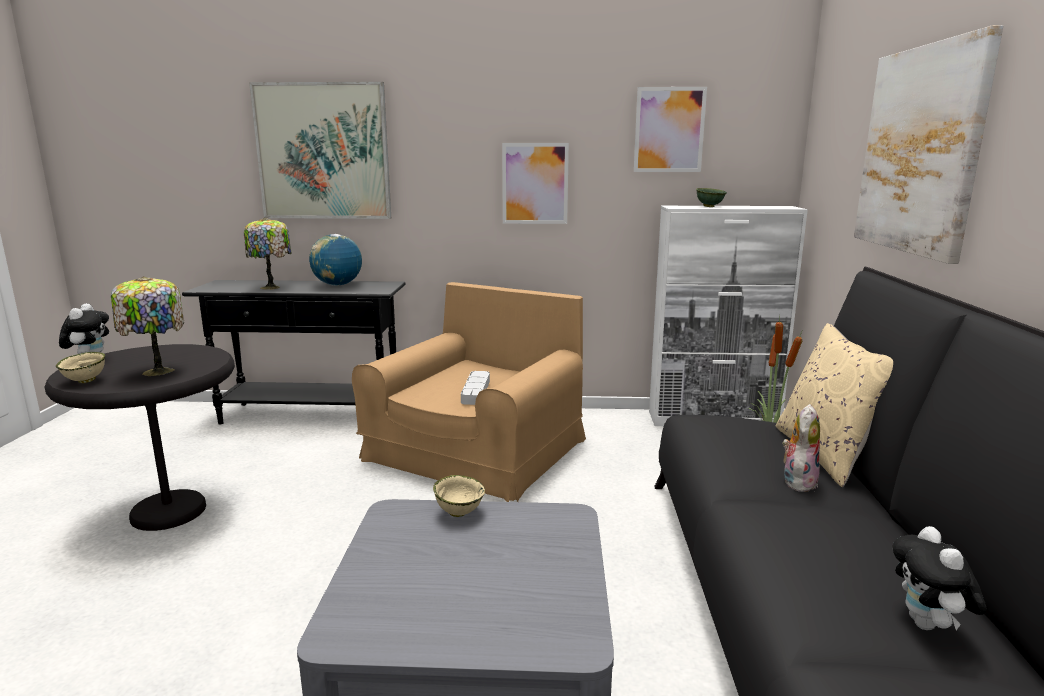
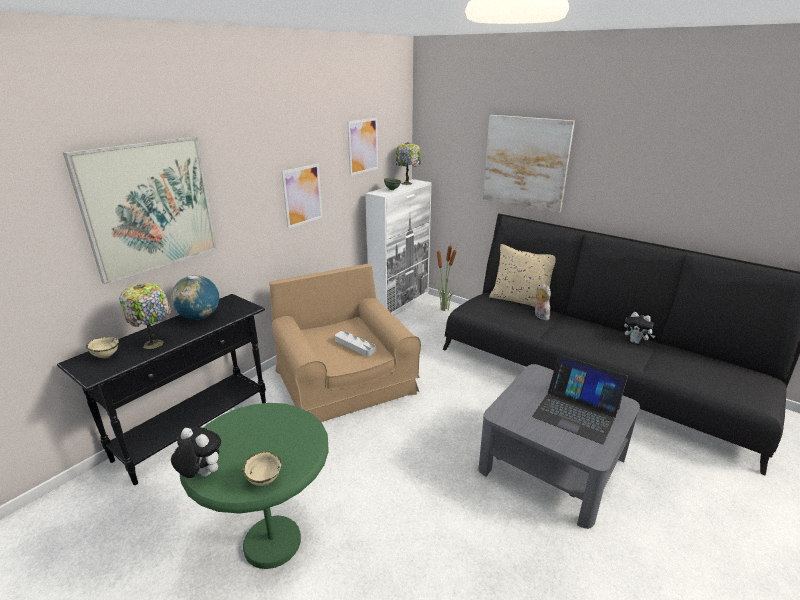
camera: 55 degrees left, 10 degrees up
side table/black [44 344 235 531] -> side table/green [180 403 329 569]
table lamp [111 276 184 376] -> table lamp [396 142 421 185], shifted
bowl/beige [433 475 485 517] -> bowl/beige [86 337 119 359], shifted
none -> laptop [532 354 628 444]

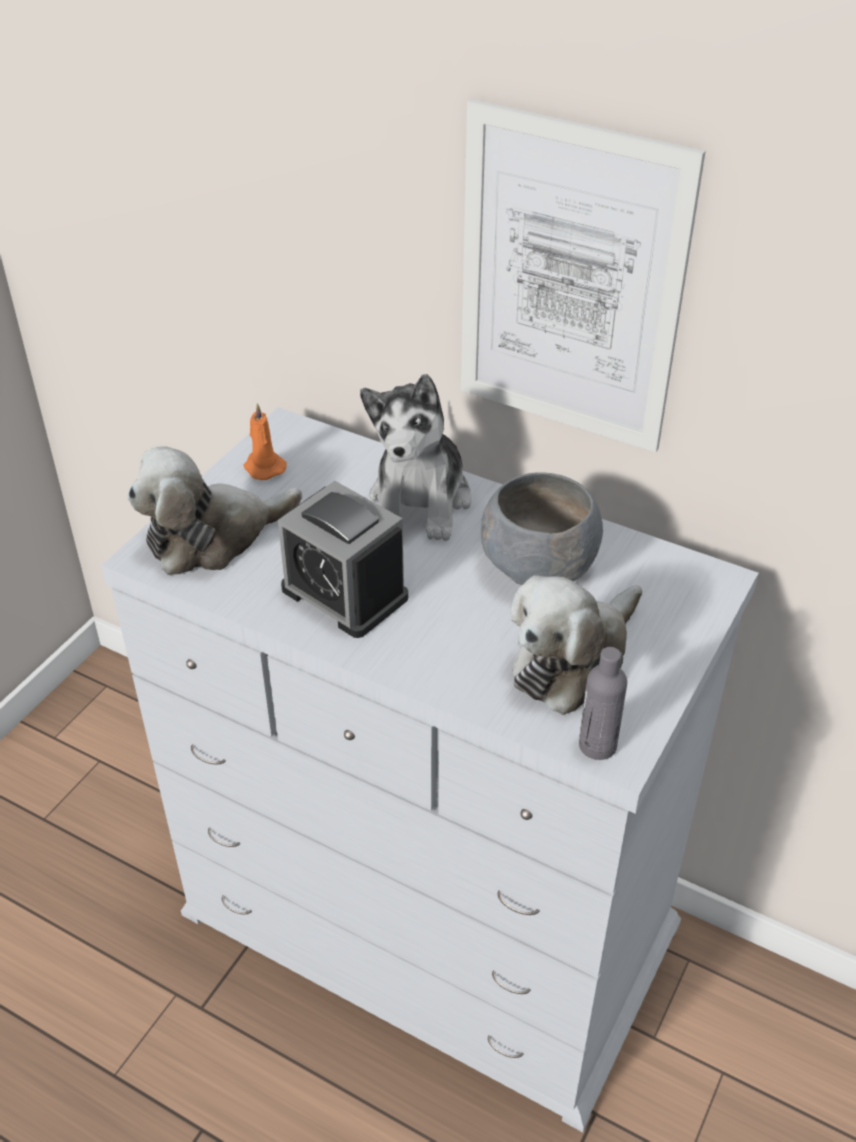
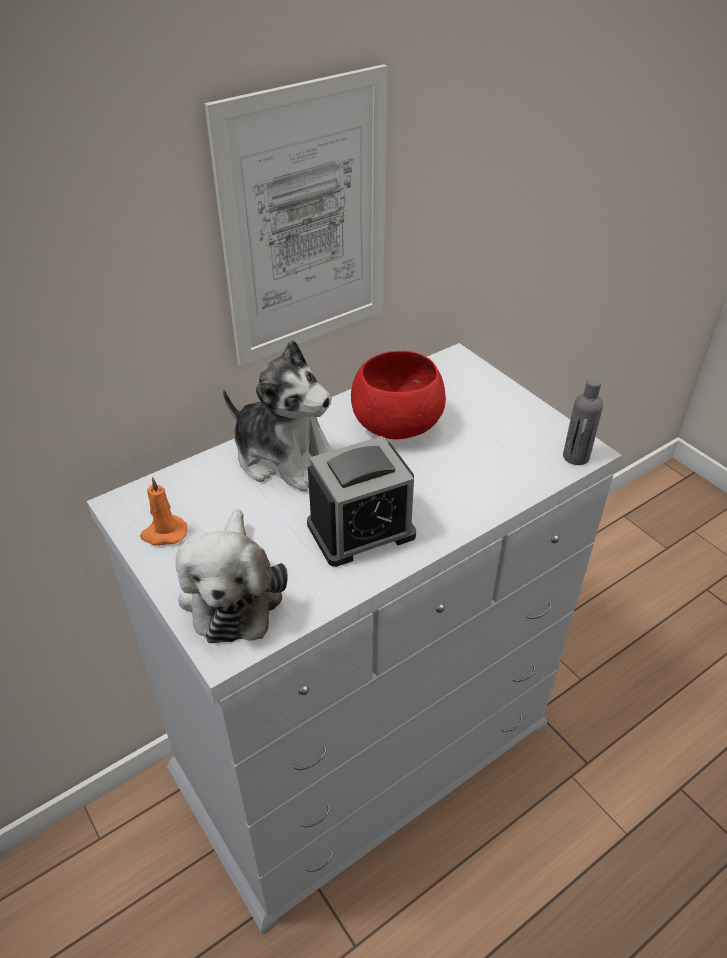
camera: 65 degrees left, 0 degrees up
bowl/grey [481 472 603 585] -> bowl/red [351 351 446 439]
plush toy [510 575 642 715] -> none

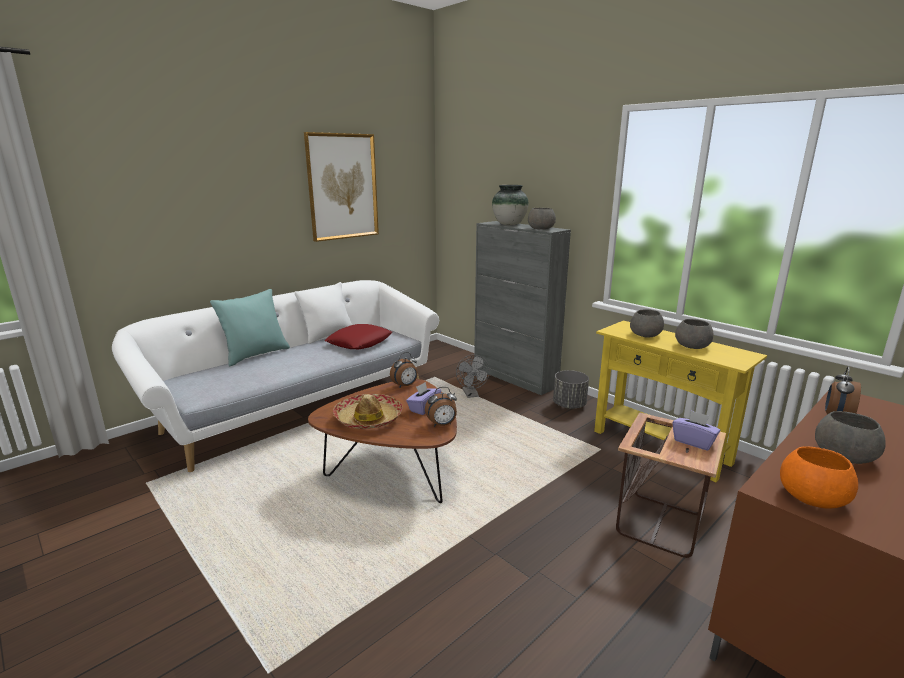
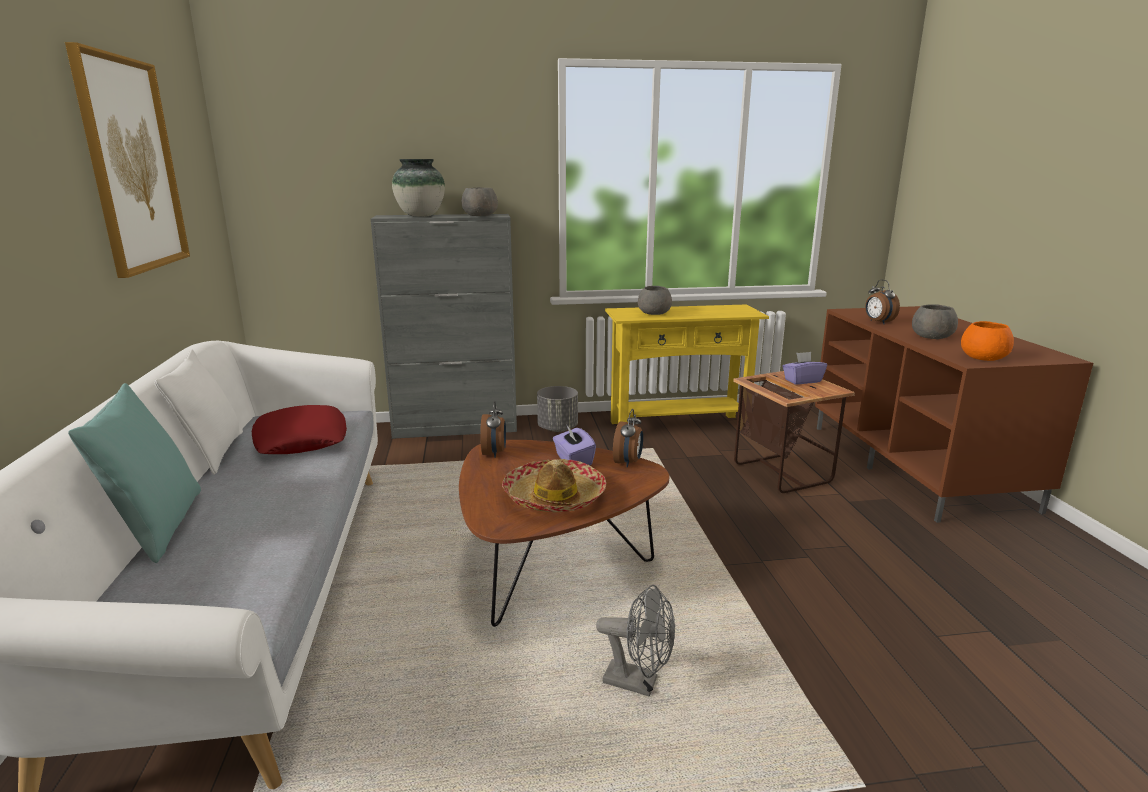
camera: 55 degrees left, 0 degrees up
fan/grey [456 355 490 398] -> fan/grey [596 585 675 697], shifted
bowl/grey [675 319 713 349] -> none

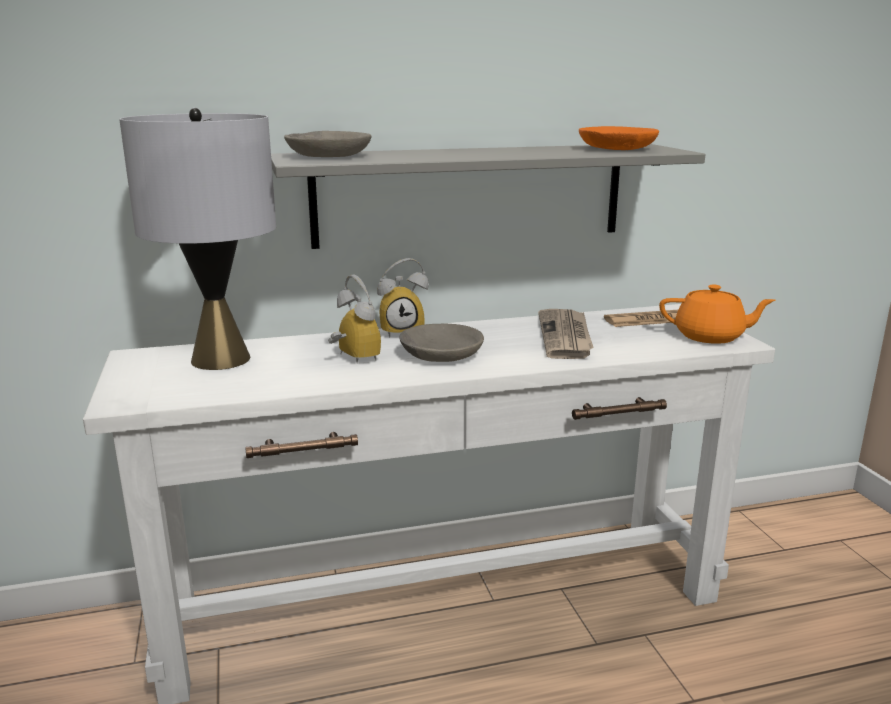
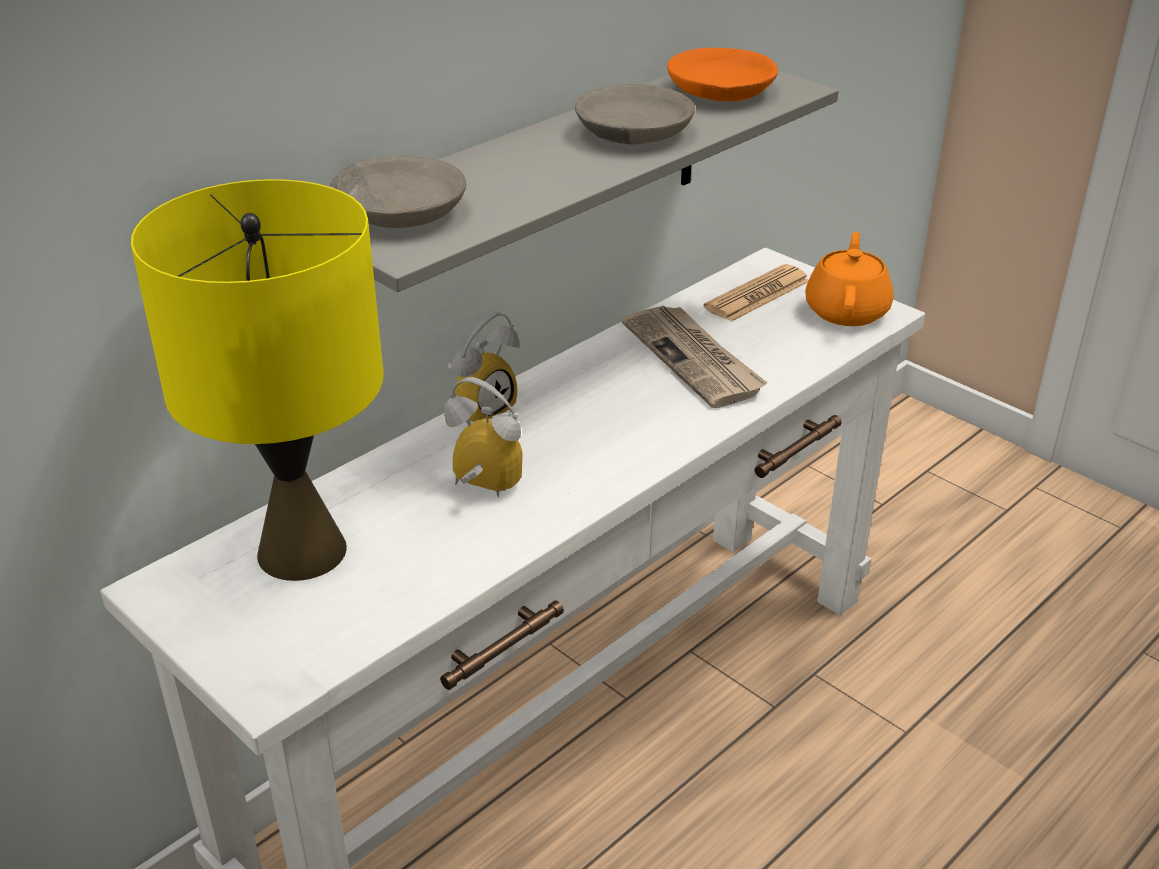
camera: 30 degrees left, 15 degrees up
table lamp/grey [119 108 276 370] -> table lamp/yellow [131 179 383 581]
bowl/grey [399 324 484 362] -> bowl/grey [575 84 695 144], shifted
teapot/orange [659 285 776 344] -> teapot/orange [805 232 894 326], 60 degrees counterclockwise

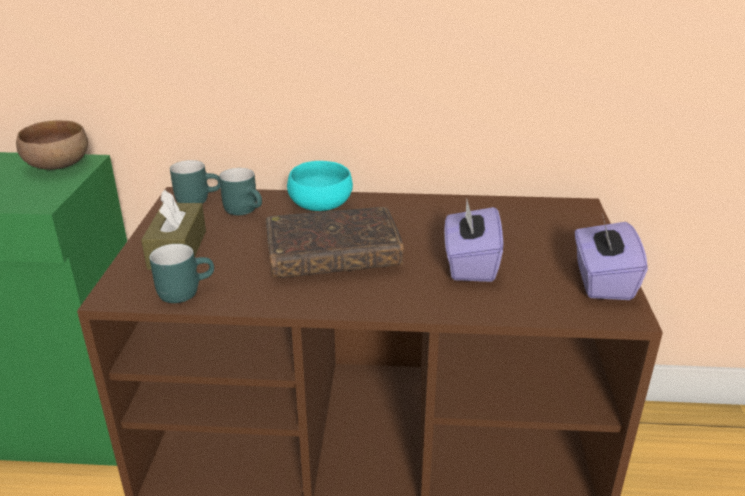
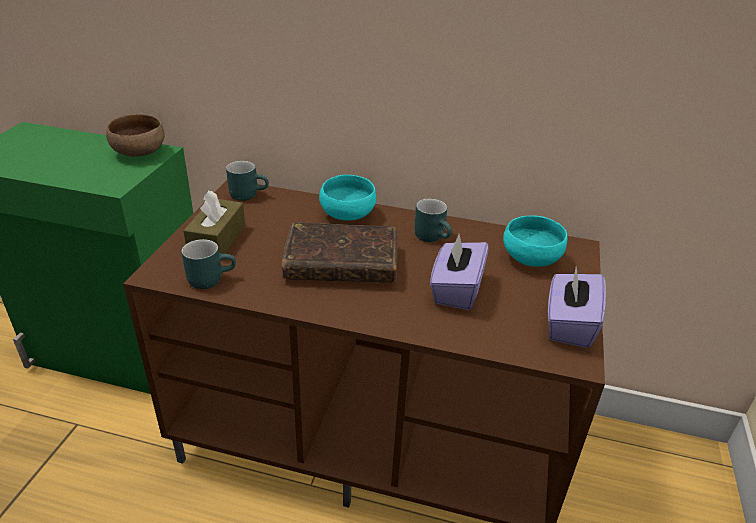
camera: 10 degrees right, 5 degrees up
mug/turquoise [219 168 262 215] -> mug/turquoise [414 199 452 242], shifted
none -> bowl/turquoise [503 215 567 267]

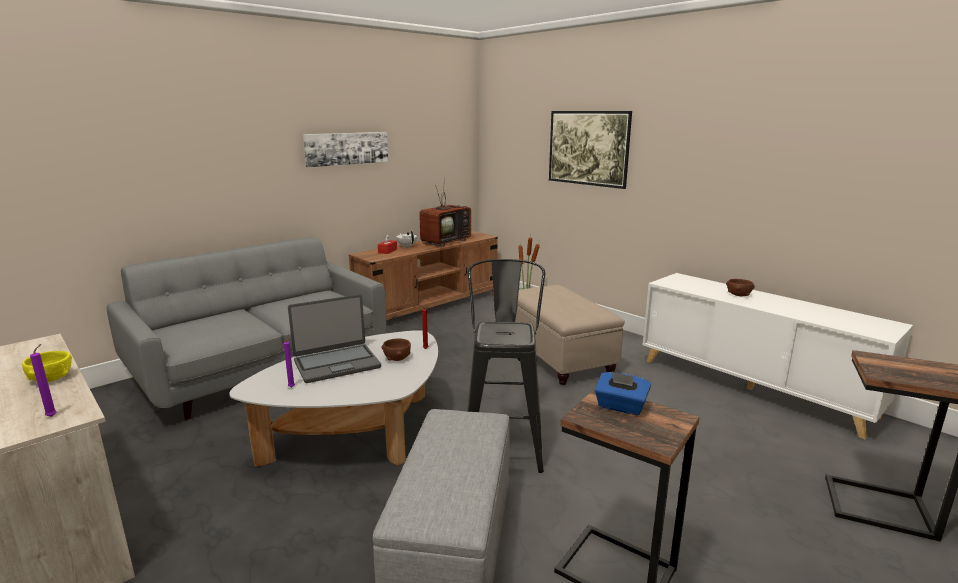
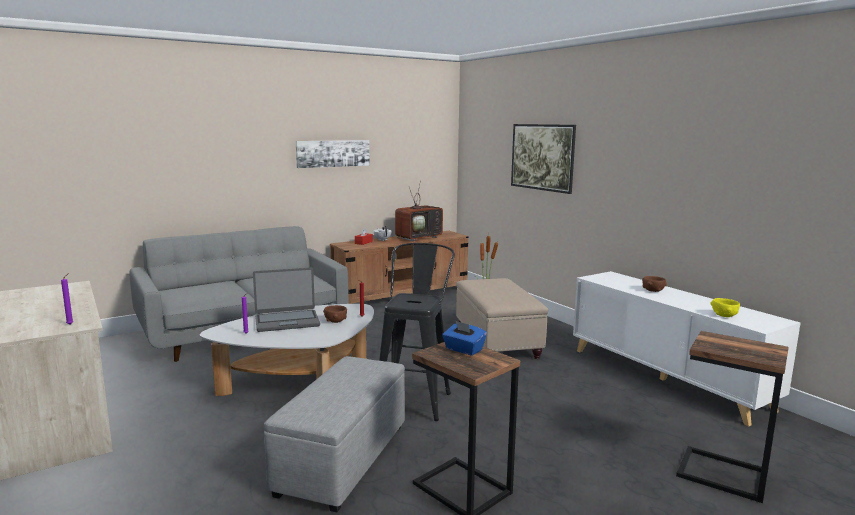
camera: 10 degrees right, 5 degrees down
bowl/yellow [22 351 72 382] -> bowl/yellow [711 298 740 317], shifted

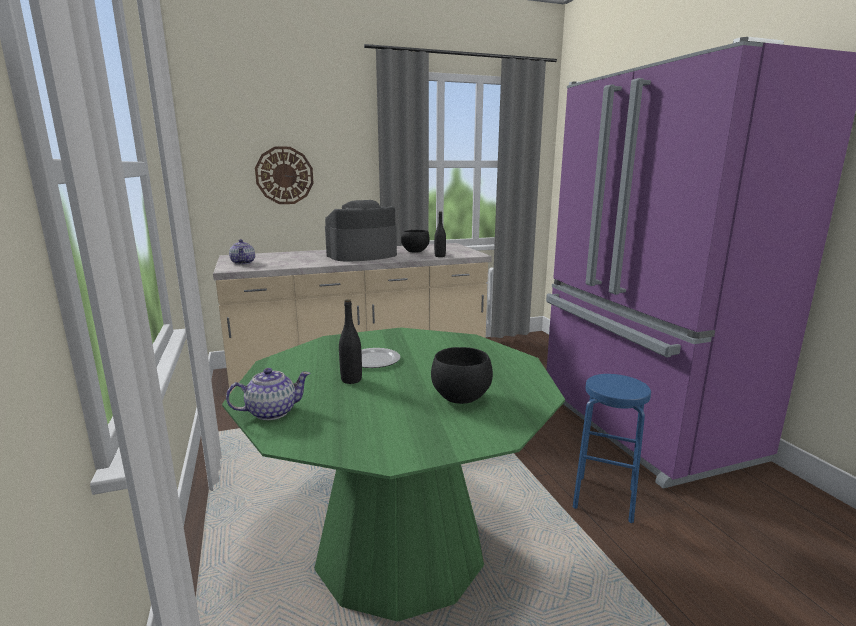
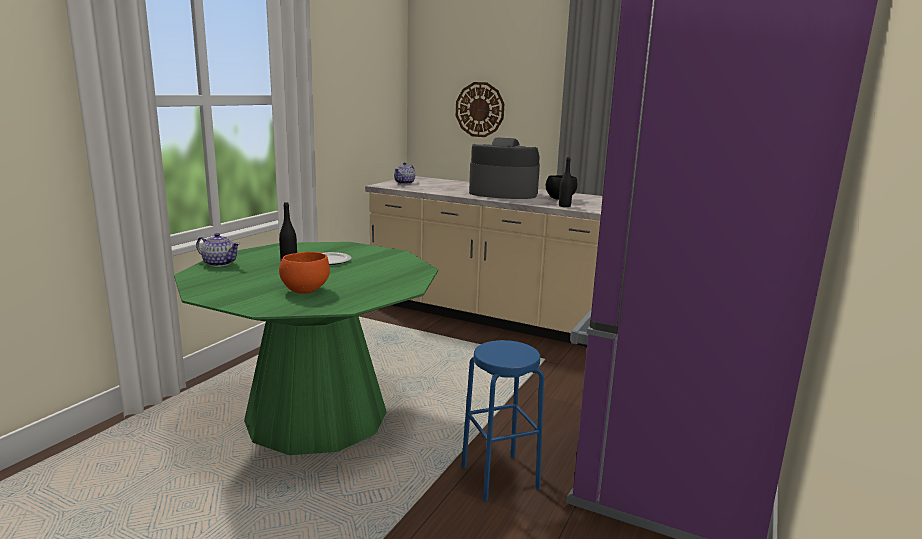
camera: 45 degrees right, 0 degrees up
bowl/black [431 347 493 404] -> bowl/orange [279 252 330 293]

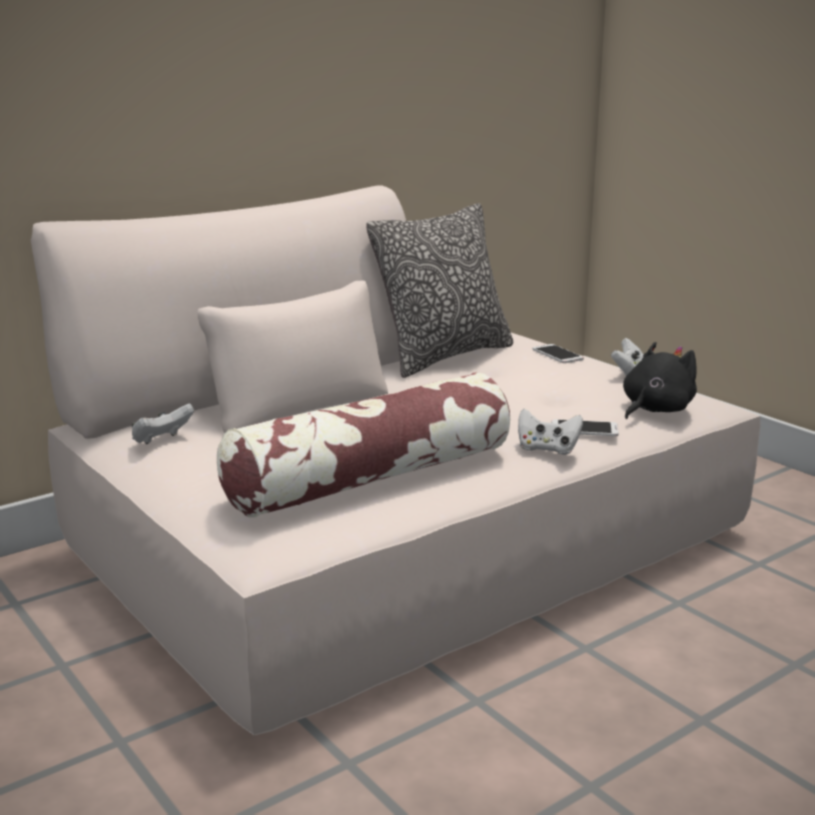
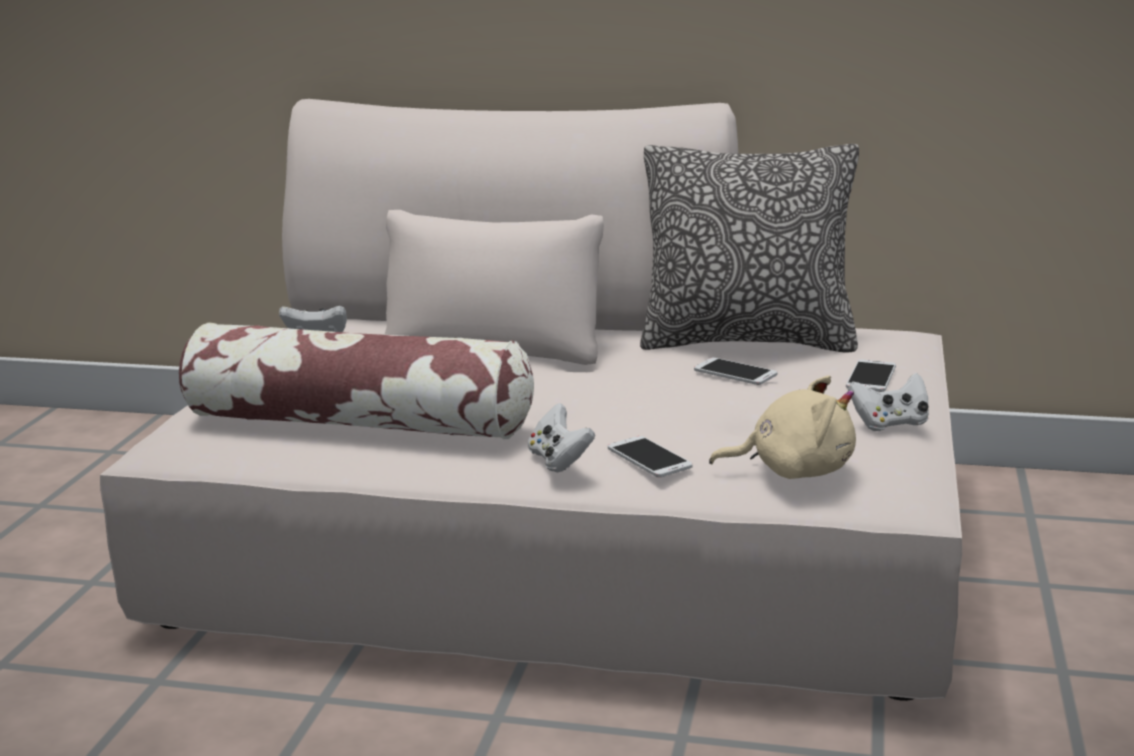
camera: 50 degrees right, 0 degrees up
plush toy/black [623 342 697 419] -> plush toy/beige [709 375 856 479]
none -> phone [694 357 777 385]

